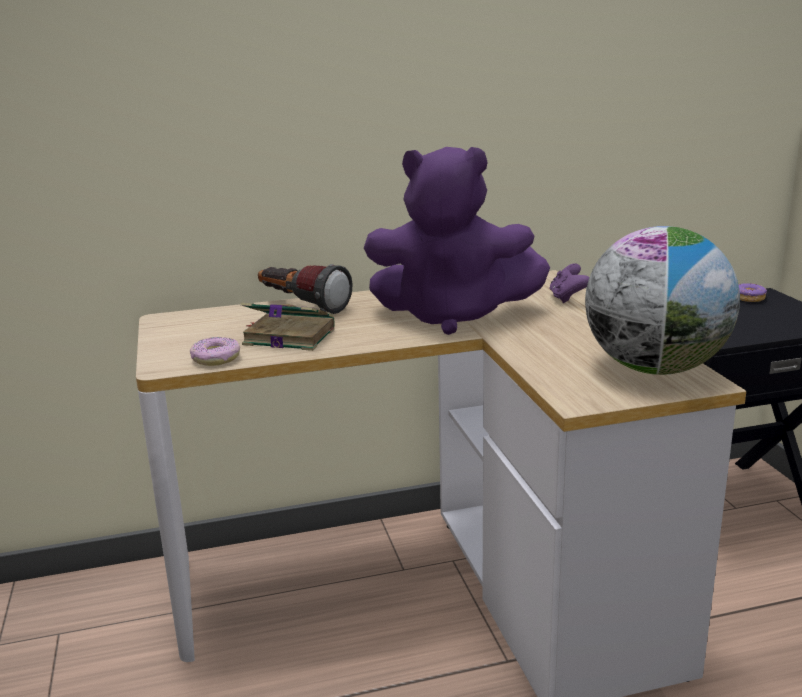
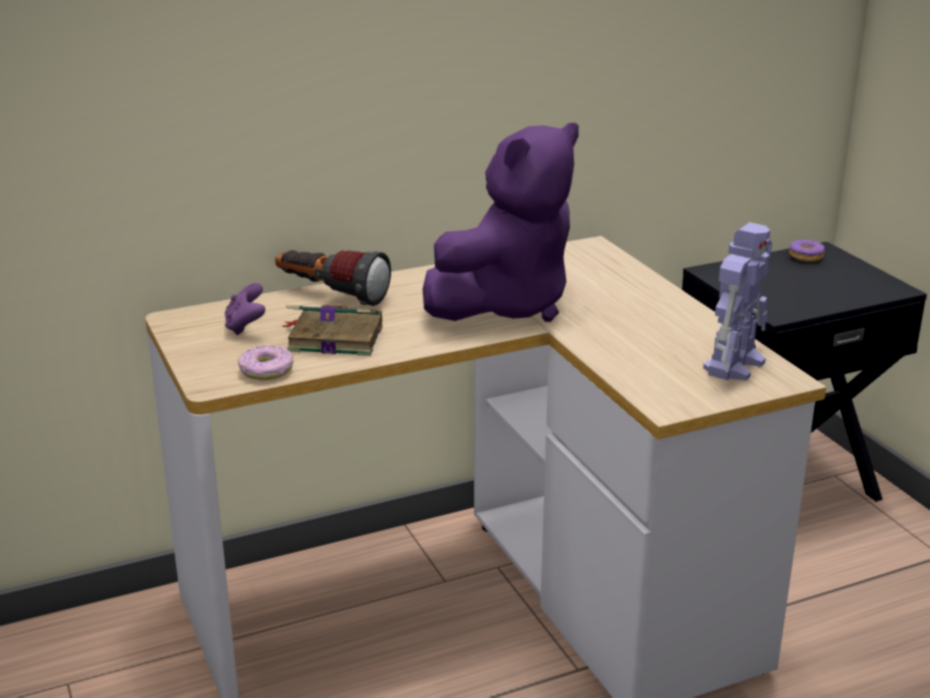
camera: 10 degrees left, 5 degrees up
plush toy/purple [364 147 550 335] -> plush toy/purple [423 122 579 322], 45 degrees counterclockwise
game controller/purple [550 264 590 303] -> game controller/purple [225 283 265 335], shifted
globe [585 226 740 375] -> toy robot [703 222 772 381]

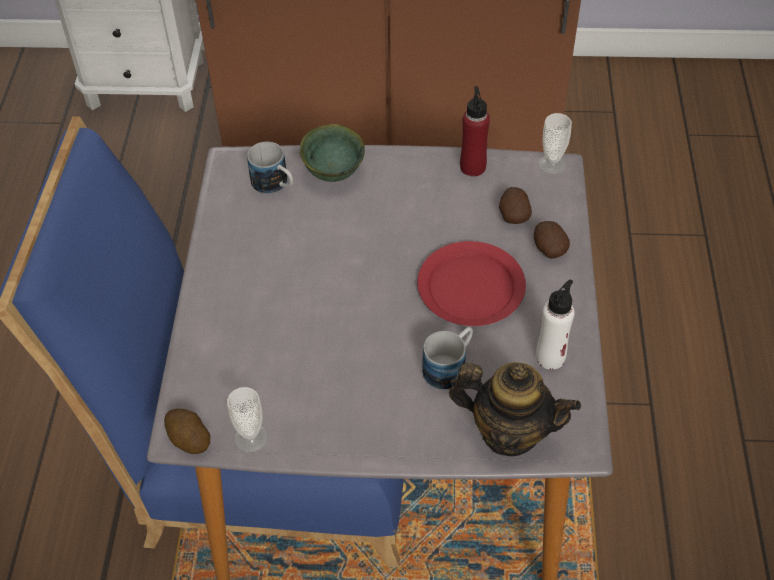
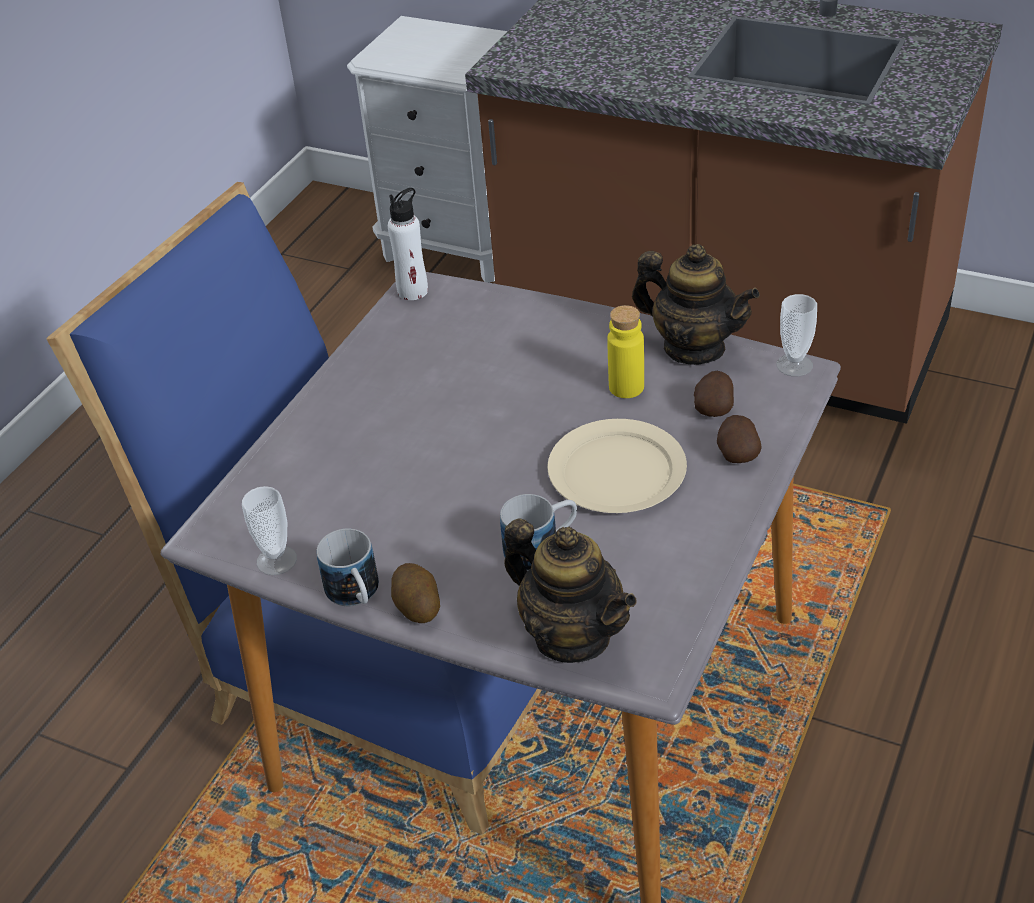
camera: 25 degrees right, 10 degrees down
potato [164 409 210 454] -> potato [391 563 440 623], shifted
mug [247 142 293 194] -> mug [316 529 379 606], shifted
bowl/green [300 124 365 182] -> none
plate/red [417 241 526 326] -> plate/beige [547 419 687 513]
bottle/red [460 86 490 177] -> teapot [632 244 760 365]
bottle/white [536 280 575 370] -> bottle/white [388 188 428 300], shifted
none -> bottle/yellow [607 305 644 398]

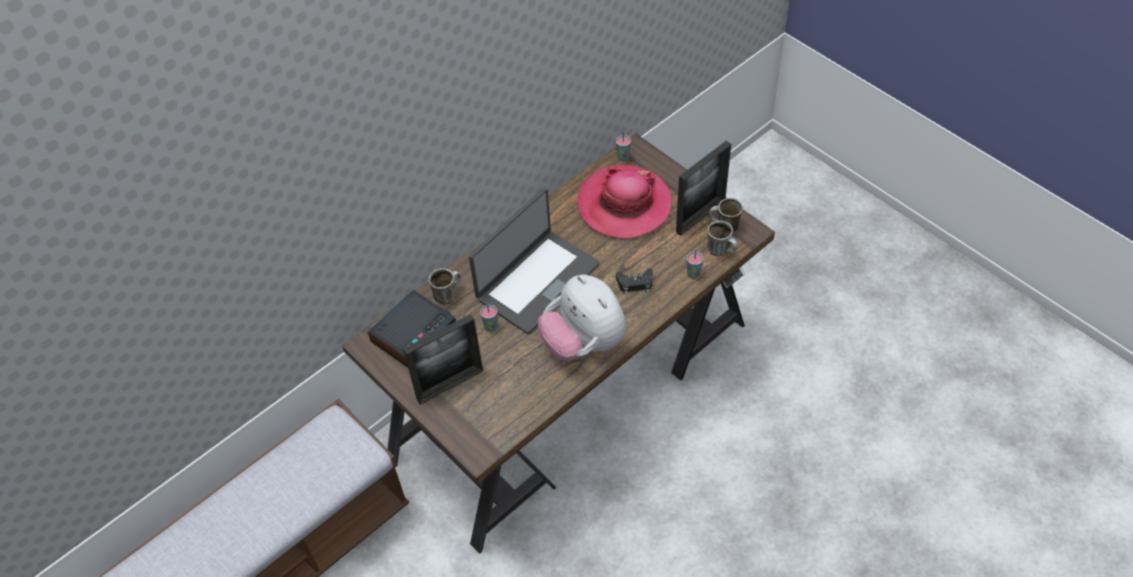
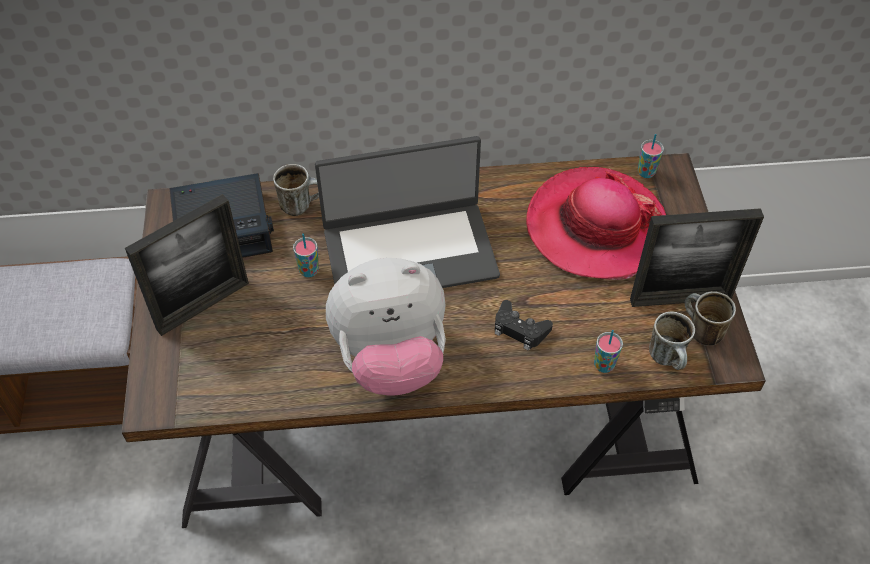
camera: 35 degrees right, 0 degrees up
picture frame [403 314 483 405] -> picture frame [125 194 249 336], 45 degrees counterclockwise
plush toy [538 274 626 361] -> plush toy [326 258 446 395], 105 degrees counterclockwise

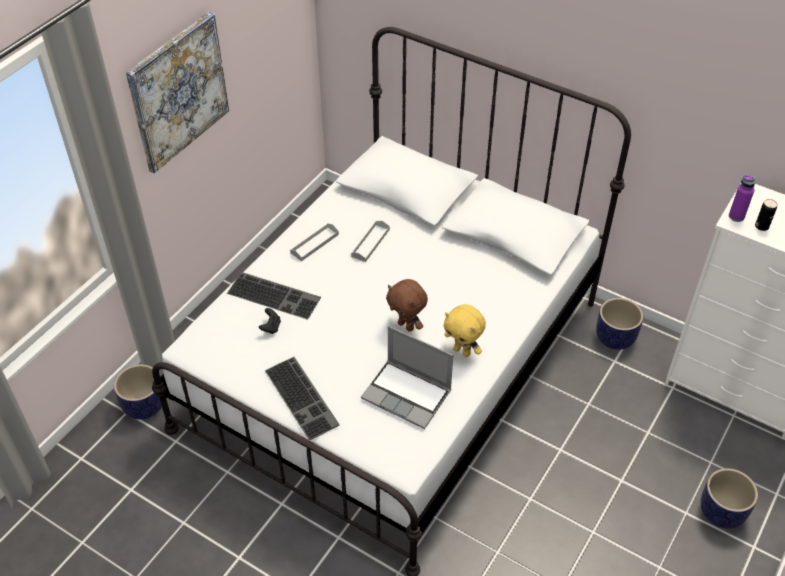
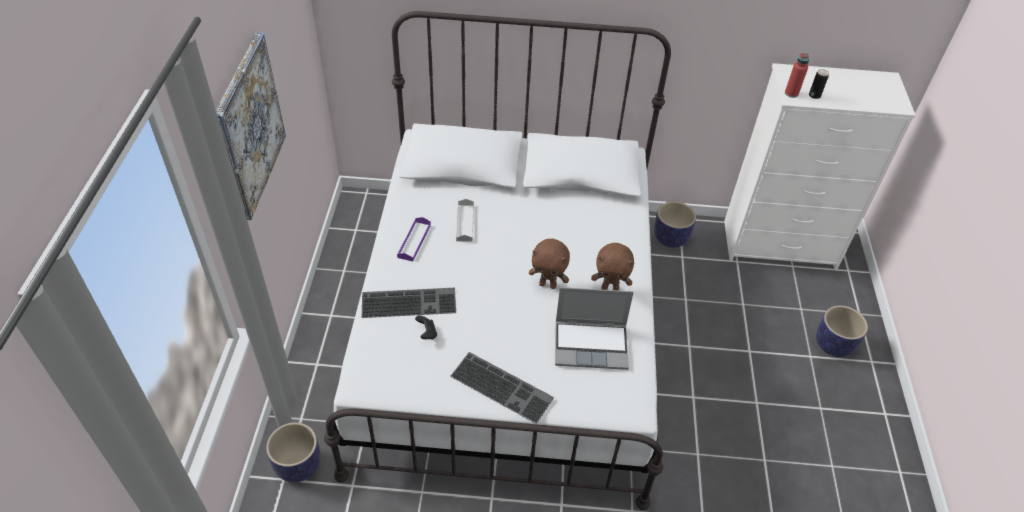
camera: 30 degrees left, 0 degrees up
tray/grey [290 223 339 261] -> tray/purple [397 217 431 261]
plush toy/yellow [444 304 486 357] -> plush toy/brown [591 243 634 290]
bottle/purple [729 175 755 222] -> bottle/red [785 53 809 98]

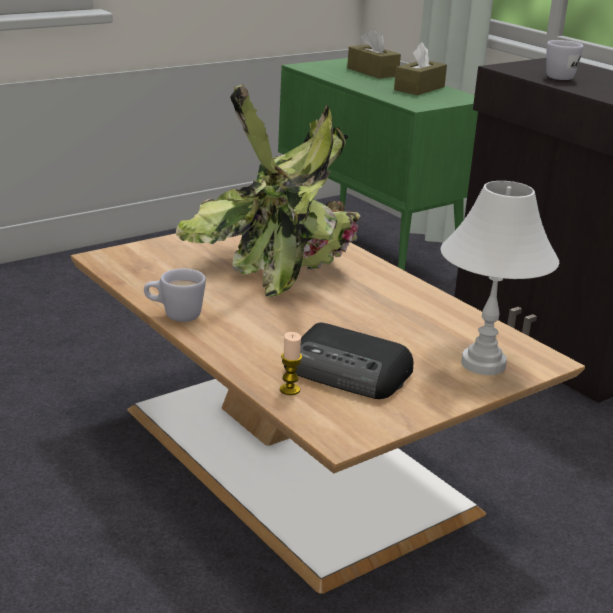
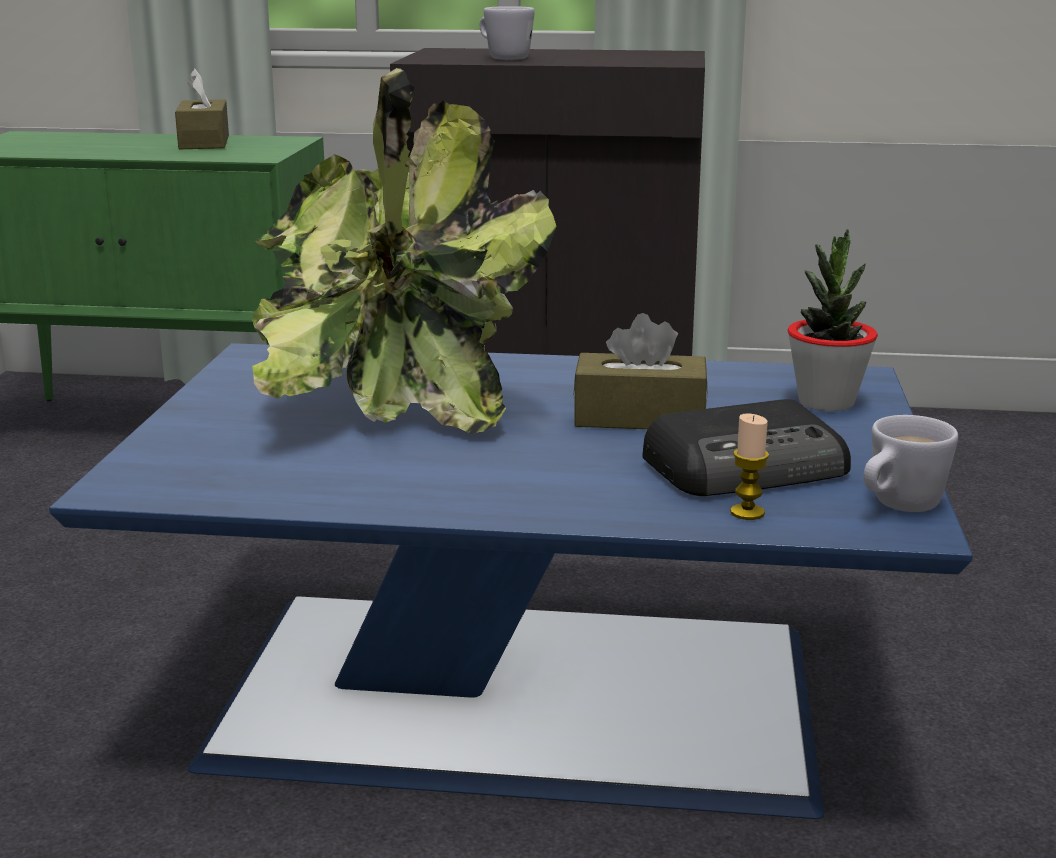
camera: 45 degrees left, 5 degrees down
coffee table/brown [71 233 585 594] -> coffee table/blue [49 343 973 819]
mug/white [144 268 206 322] -> mug/white [864 415 958 512], shifted
tissue box/brown [347 29 401 79] -> tissue box/brown [573 313 708 429], shifted
table lamp/white [440 181 559 375] -> potted plant [788 229 878 411]

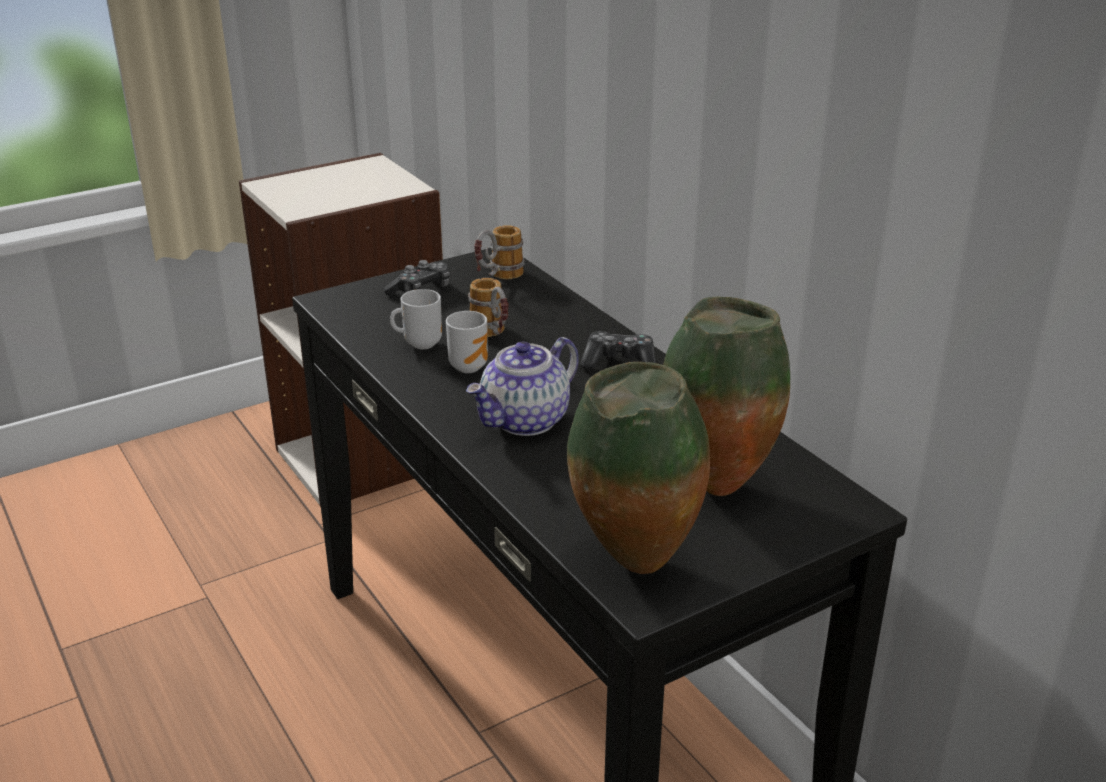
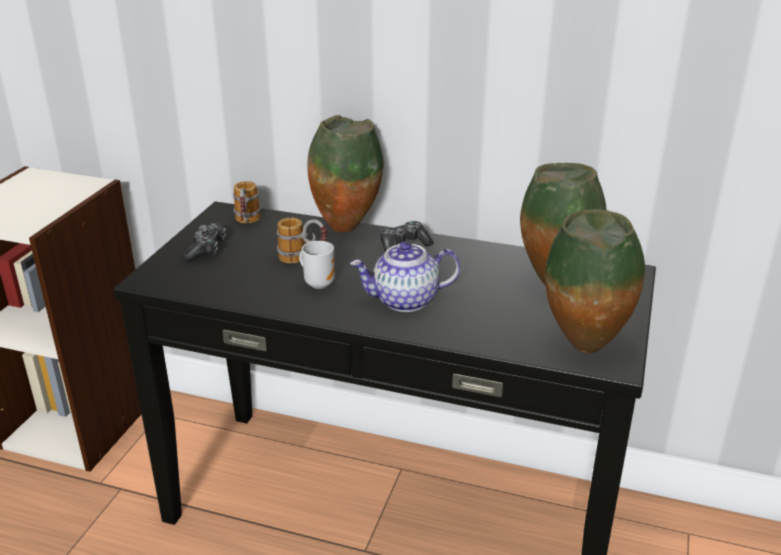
camera: 40 degrees left, 0 degrees up
mug [390 289 442 349] -> none
teapot [466 337 579 436] -> teapot [350 241 460 312], 75 degrees clockwise
none -> vase [308 115 383 232]

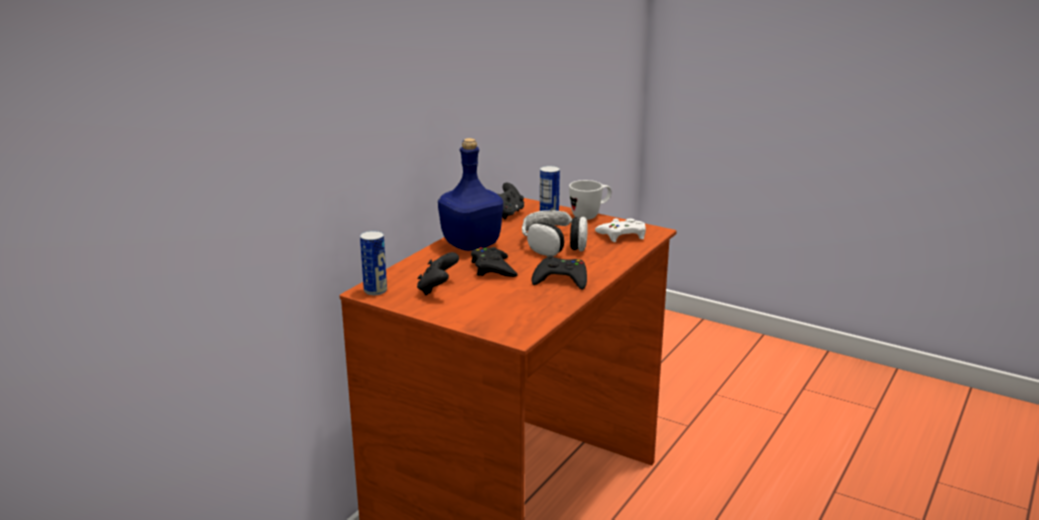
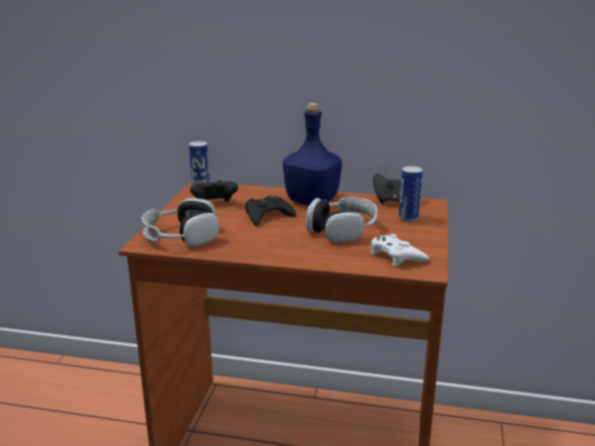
camera: 70 degrees right, 0 degrees up
game controller/black [531 255 587 290] -> none
mug/white [569 180 612 220] -> none
none -> headphones [141 198 219 247]

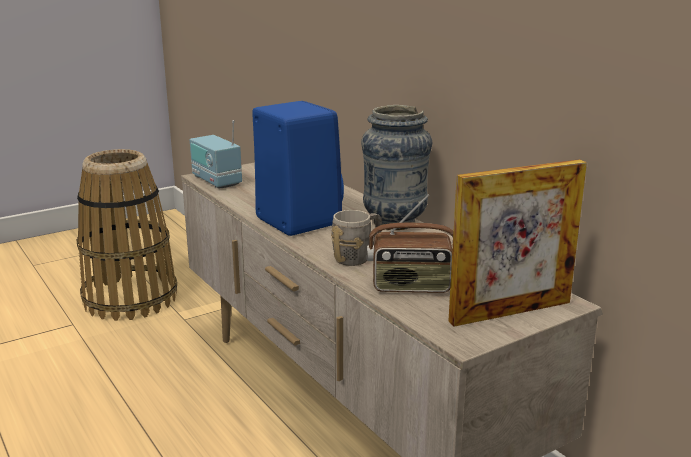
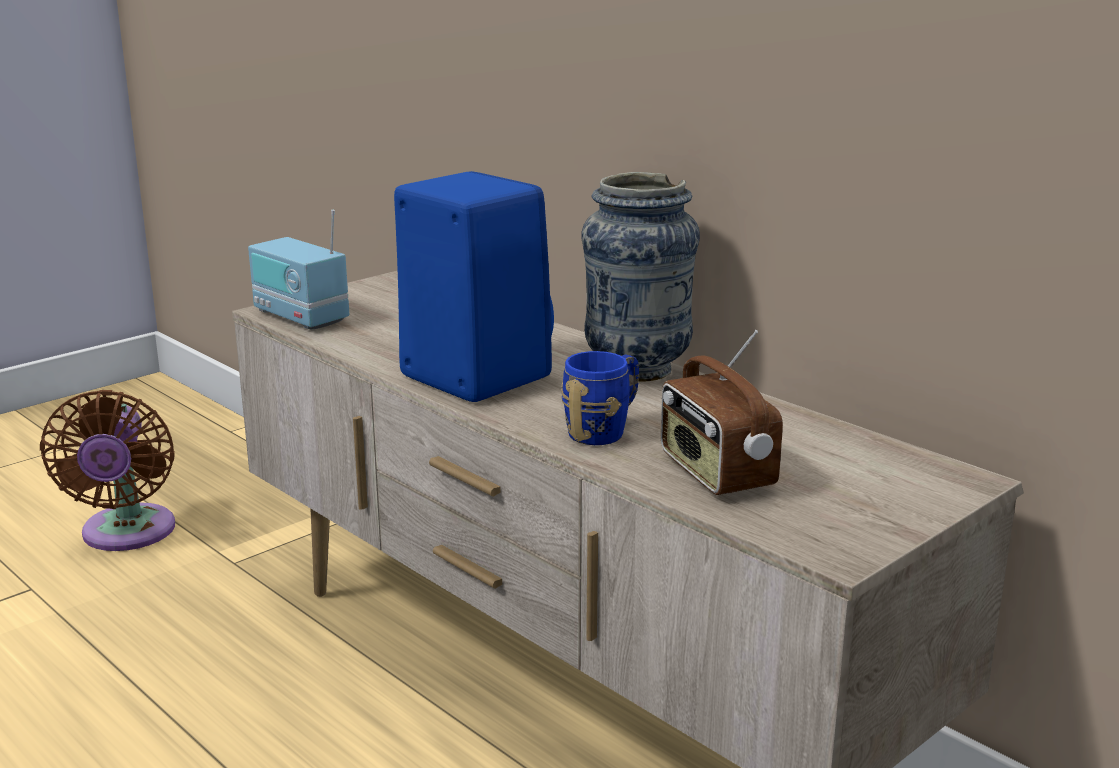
camera: 10 degrees left, 0 degrees up
basket [76 149 177 321] -> fan/brown [40 390 175 551]
mug/grey [331 210 382 266] -> mug/blue [561 351 639 445]
radio [367 194 454 293] -> radio [661 330 783 495], 75 degrees clockwise
picture frame [448 159 587 327] -> none

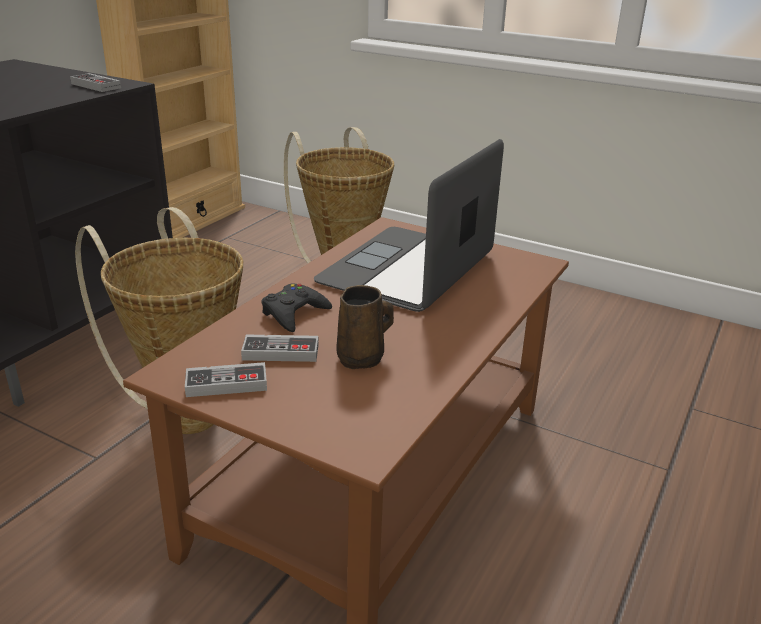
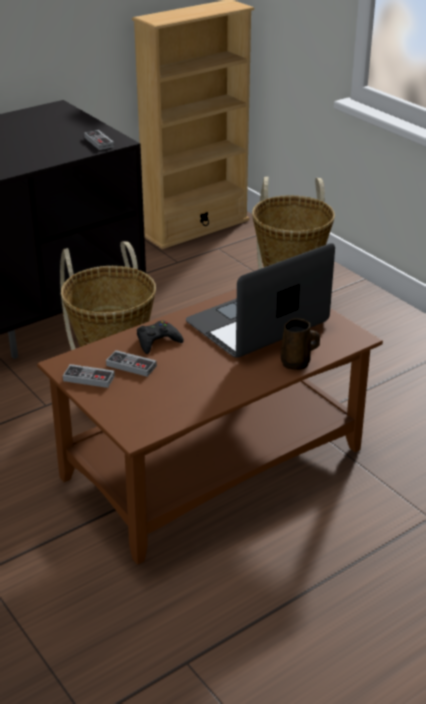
camera: 25 degrees right, 5 degrees up
mug/brown [336 285 394 369] -> mug/brown [281 319 320 370], shifted

